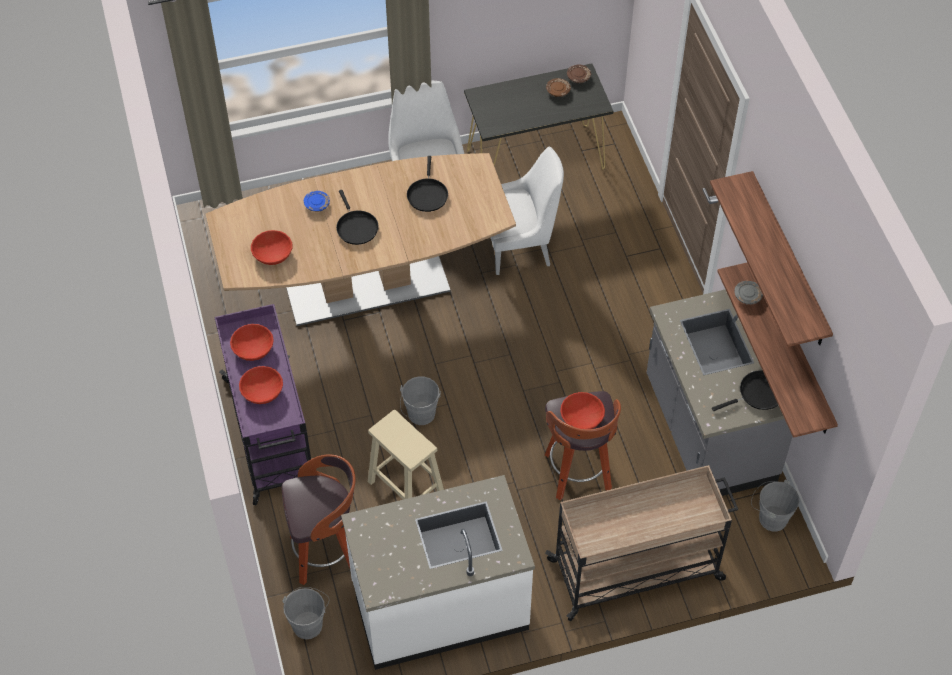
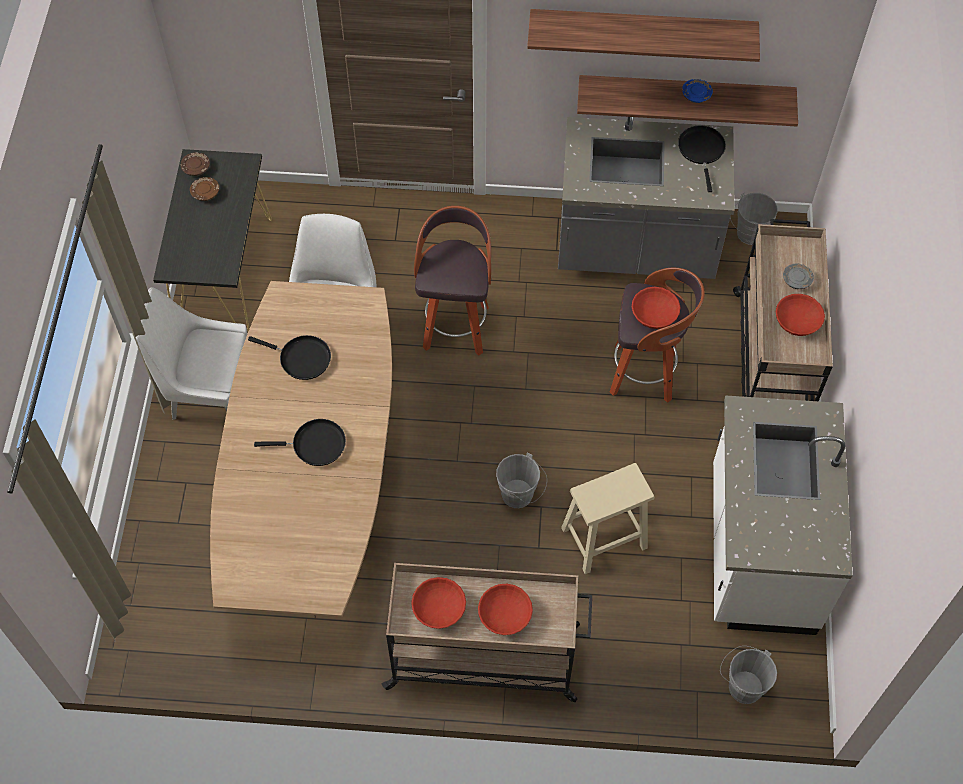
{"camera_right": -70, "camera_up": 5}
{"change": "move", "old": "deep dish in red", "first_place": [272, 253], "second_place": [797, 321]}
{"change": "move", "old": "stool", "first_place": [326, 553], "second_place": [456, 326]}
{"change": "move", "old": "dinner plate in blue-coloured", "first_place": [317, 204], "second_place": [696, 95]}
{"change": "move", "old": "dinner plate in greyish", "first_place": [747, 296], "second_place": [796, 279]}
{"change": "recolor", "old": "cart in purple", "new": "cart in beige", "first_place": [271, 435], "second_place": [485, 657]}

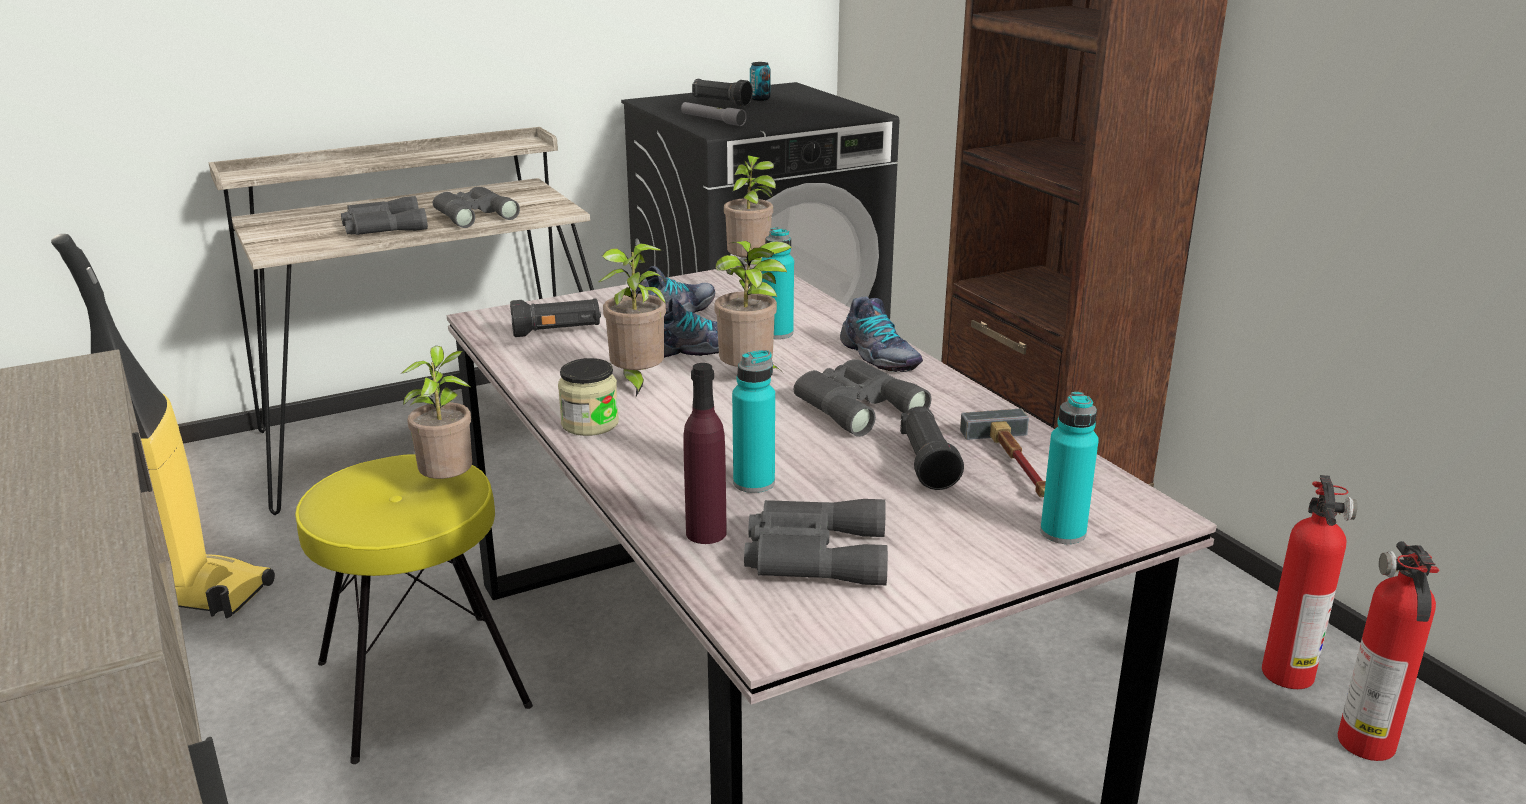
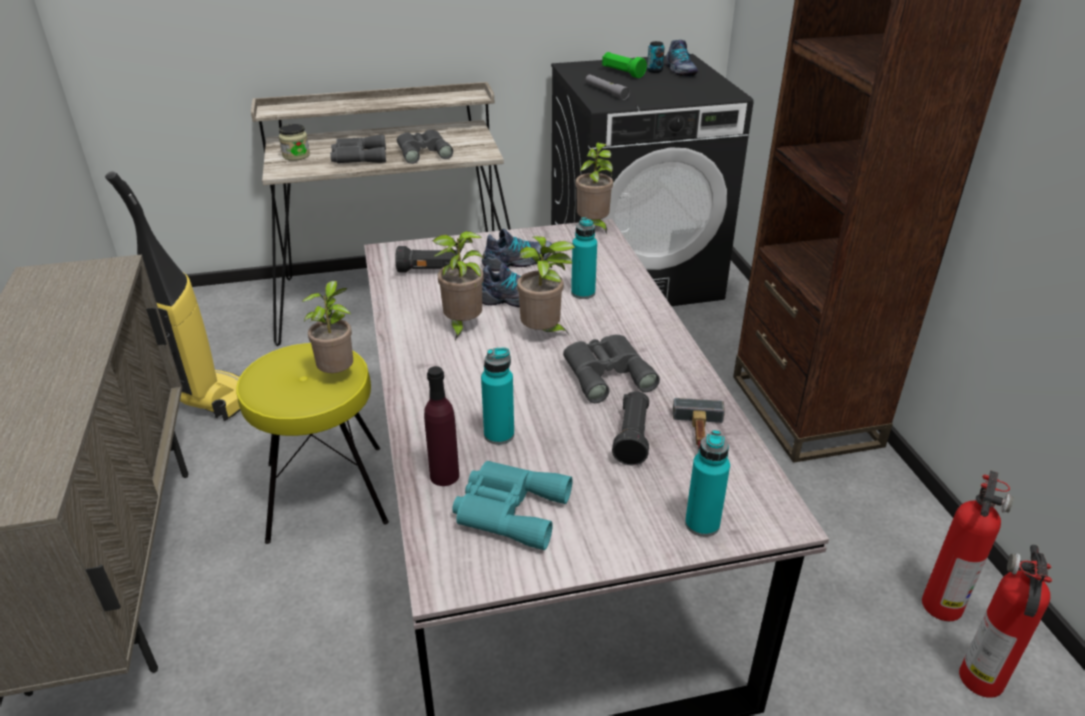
{"camera_right": 15, "camera_up": 10}
{"change": "move", "old": "storage jar", "first_place": [590, 424], "second_place": [296, 155]}
{"change": "move", "old": "item of footwear", "first_place": [878, 356], "second_place": [680, 70]}
{"change": "recolor", "old": "torch in black-coloured", "new": "torch in green", "first_place": [721, 103], "second_place": [622, 73]}
{"change": "recolor", "old": "field glasses in greyish", "new": "field glasses in turquoise", "first_place": [812, 554], "second_place": [508, 509]}

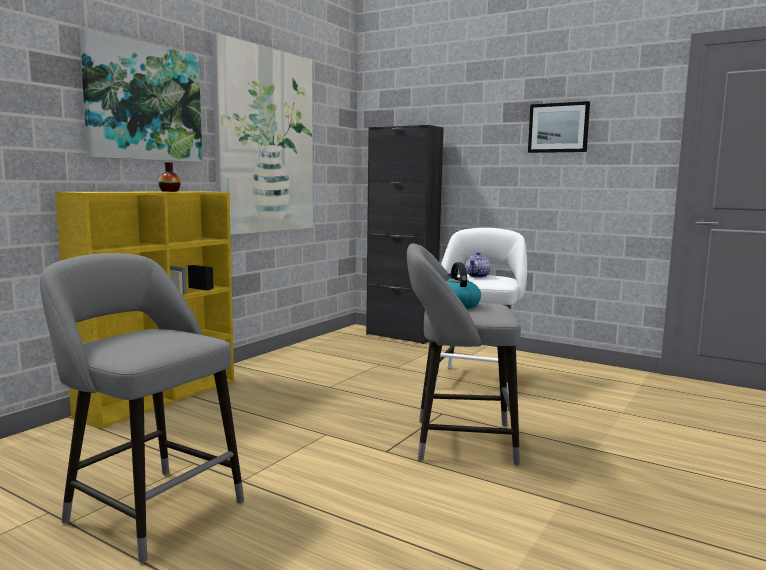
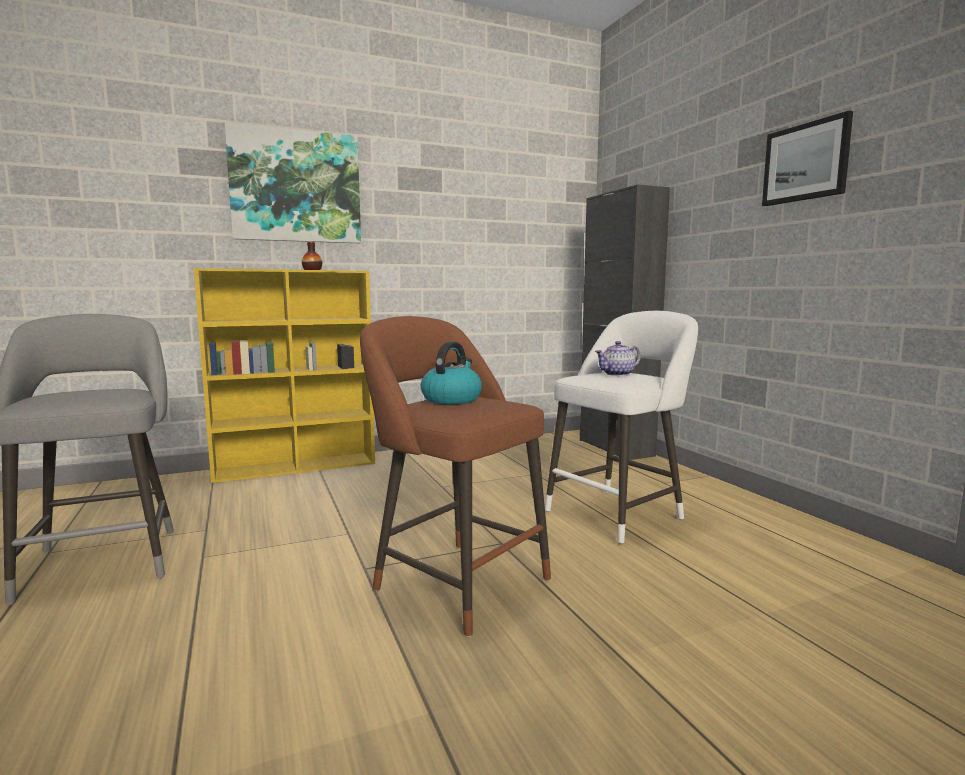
{"camera_right": 35, "camera_up": 0}
{"change": "delete", "old": "wall art", "first_place": [266, 141]}
{"change": "recolor", "old": "stool in greyish", "new": "stool in brown-coloured", "first_place": [457, 442], "second_place": [455, 581]}

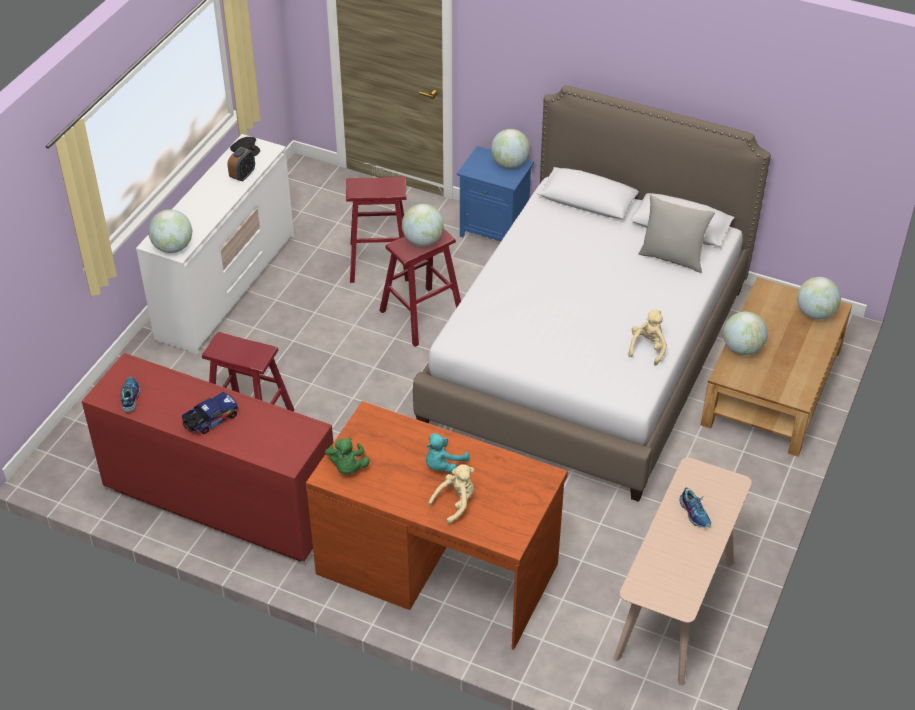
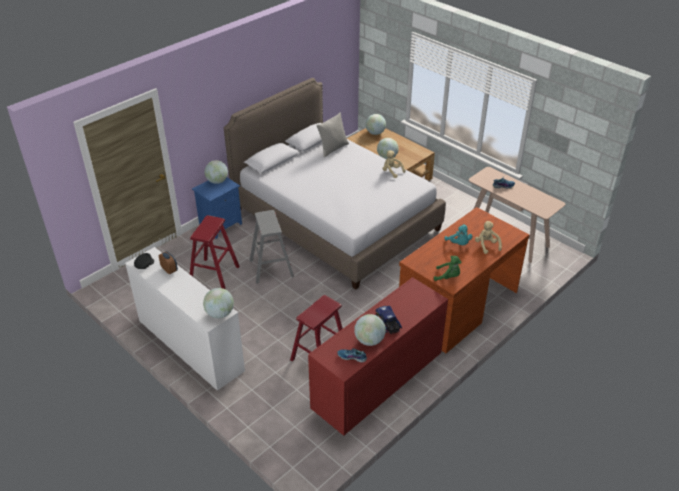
{"camera_right": -70, "camera_up": -5}
{"change": "move", "old": "globe", "first_place": [423, 241], "second_place": [369, 340]}
{"change": "recolor", "old": "stool in red", "new": "stool in greyish", "first_place": [422, 316], "second_place": [271, 268]}

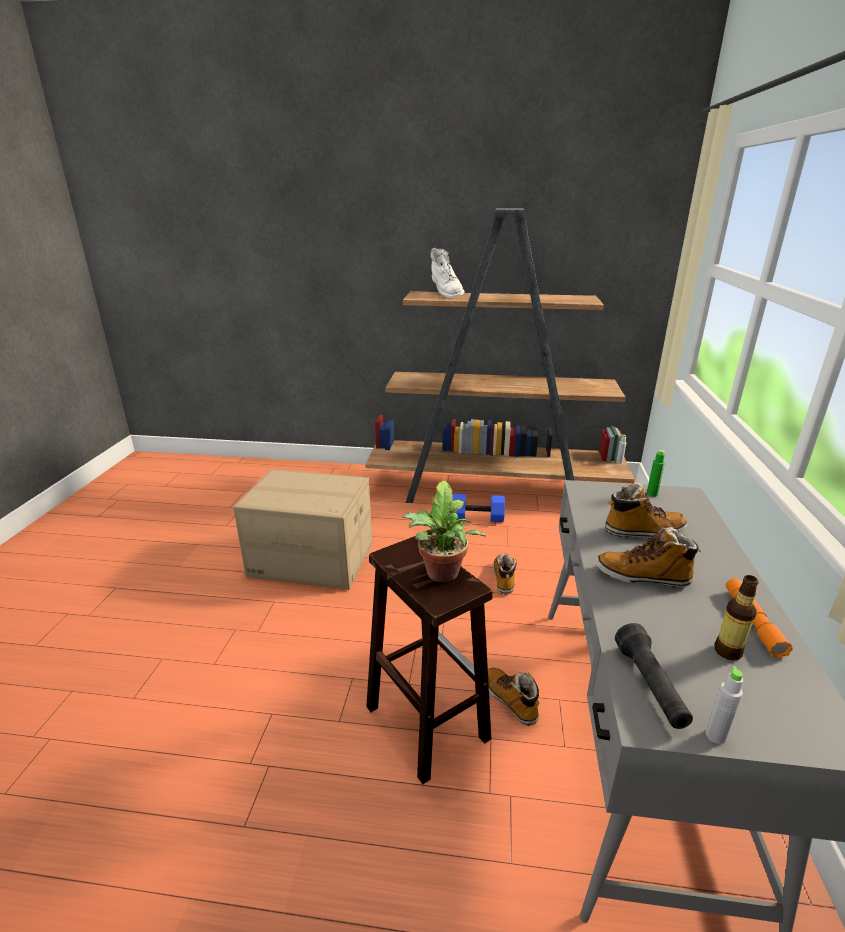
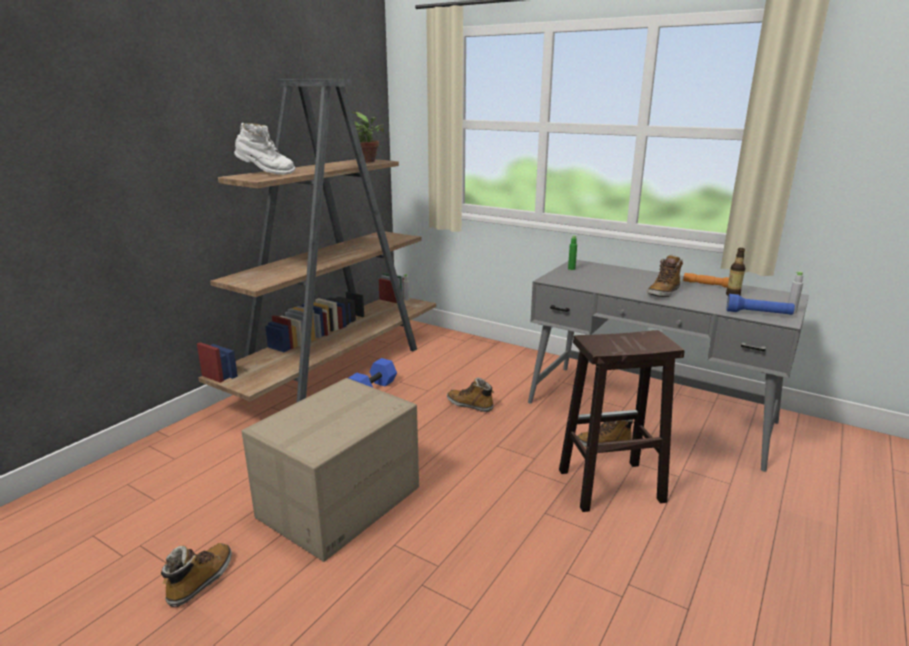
{"camera_right": -65, "camera_up": -5}
{"change": "move", "old": "houseplant", "first_place": [441, 575], "second_place": [368, 161]}
{"change": "move", "old": "tall boot", "first_place": [643, 532], "second_place": [200, 580]}
{"change": "recolor", "old": "torch in black-coloured", "new": "torch in blue-coloured", "first_place": [650, 686], "second_place": [758, 314]}

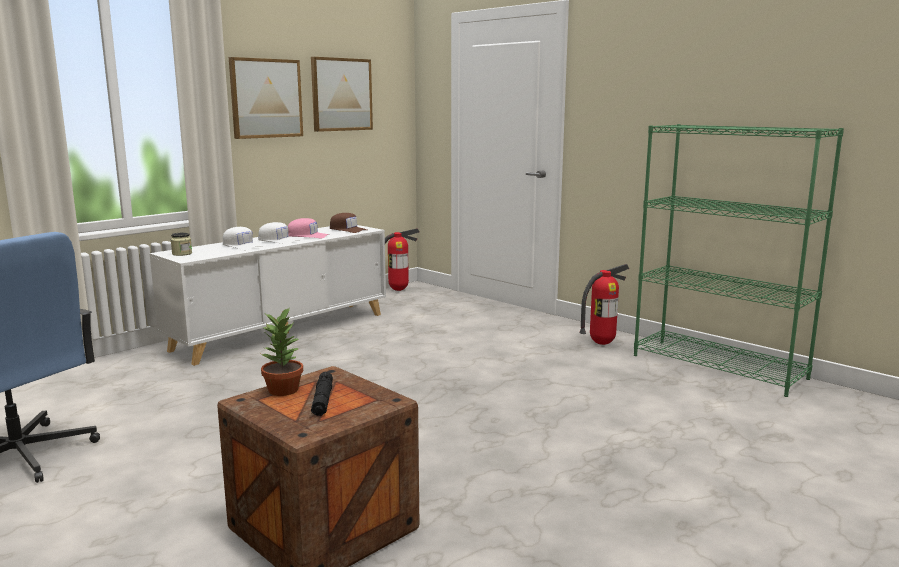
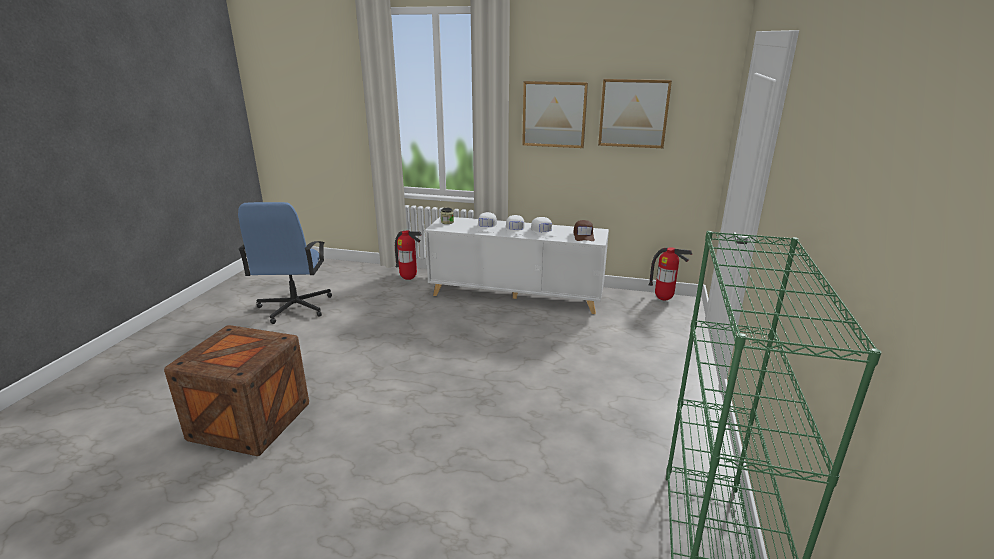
{"camera_right": 60, "camera_up": 10}
{"change": "delete", "old": "houseplant", "first_place": [284, 390]}
{"change": "delete", "old": "torch in black-coloured", "first_place": [322, 400]}
{"change": "move", "old": "fire extinguisher", "first_place": [601, 343], "second_place": [409, 278]}
{"change": "recolor", "old": "peaked cap in pink-coloured", "new": "peaked cap in whitish", "first_place": [307, 236], "second_place": [543, 232]}

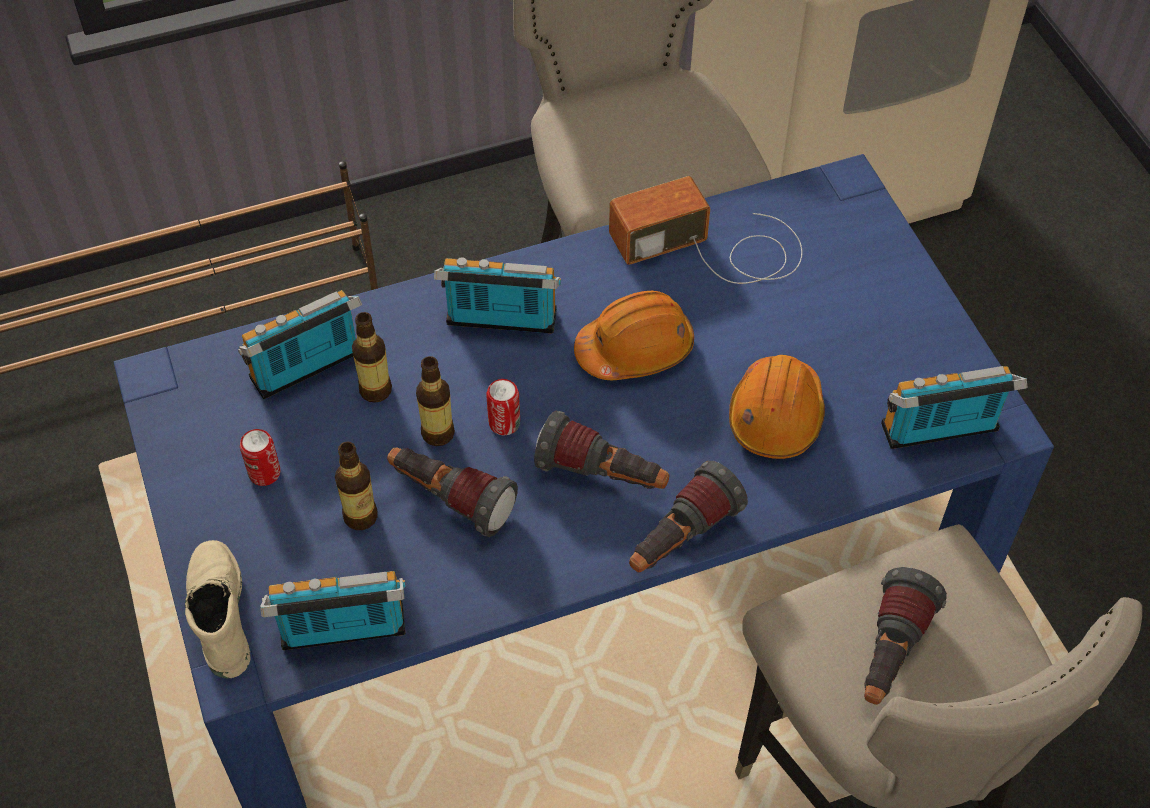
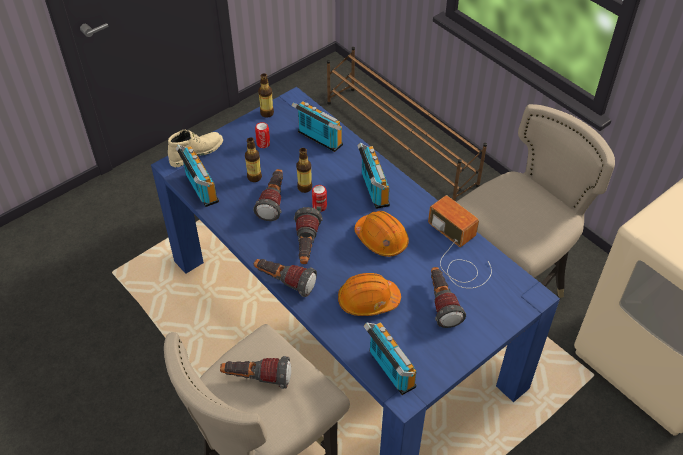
{"camera_right": 70, "camera_up": -5}
{"change": "insert", "new": "torch", "second_place": [441, 303]}
{"change": "move", "old": "beverage bottle", "first_place": [375, 390], "second_place": [267, 113]}

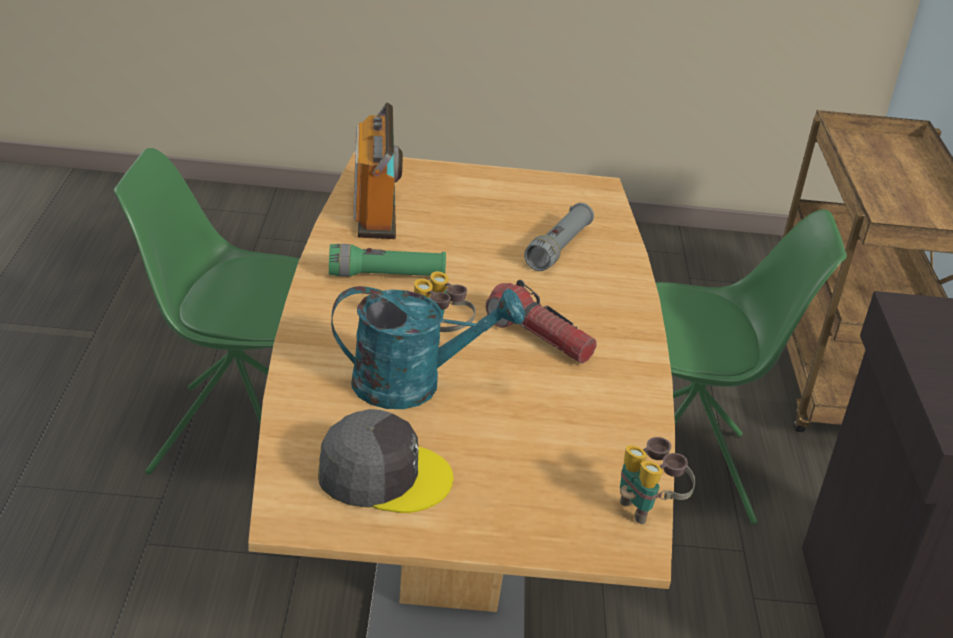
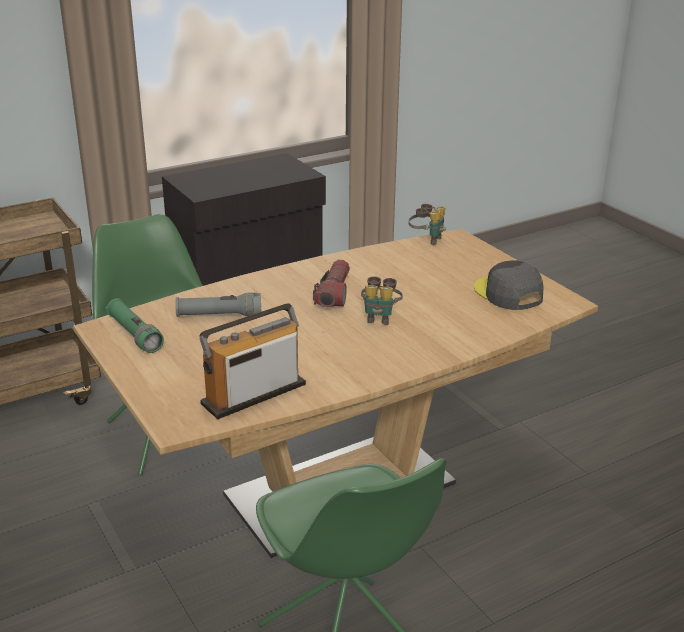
{"camera_right": -120, "camera_up": -5}
{"change": "delete", "old": "sprinkling can in turquoise", "first_place": [413, 384]}
{"change": "move", "old": "torch in green", "first_place": [386, 276], "second_place": [134, 335]}

